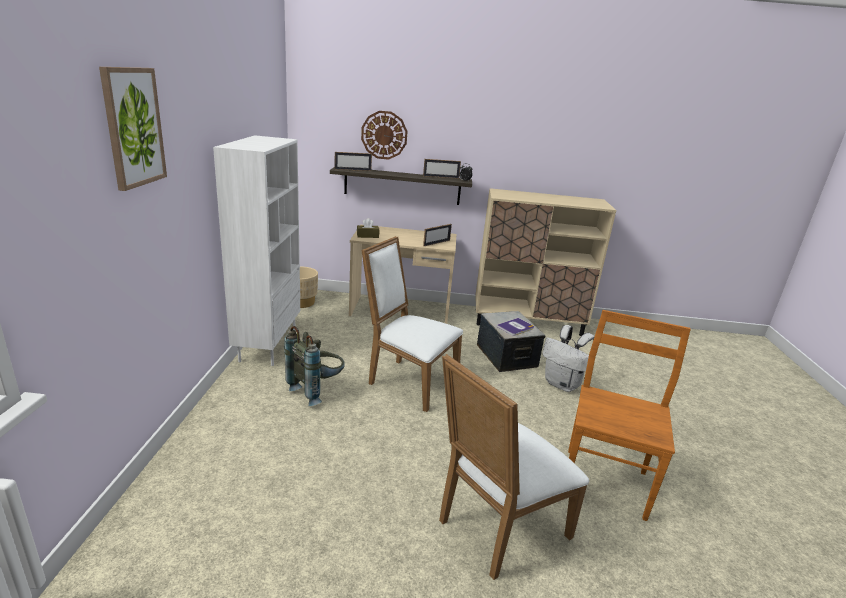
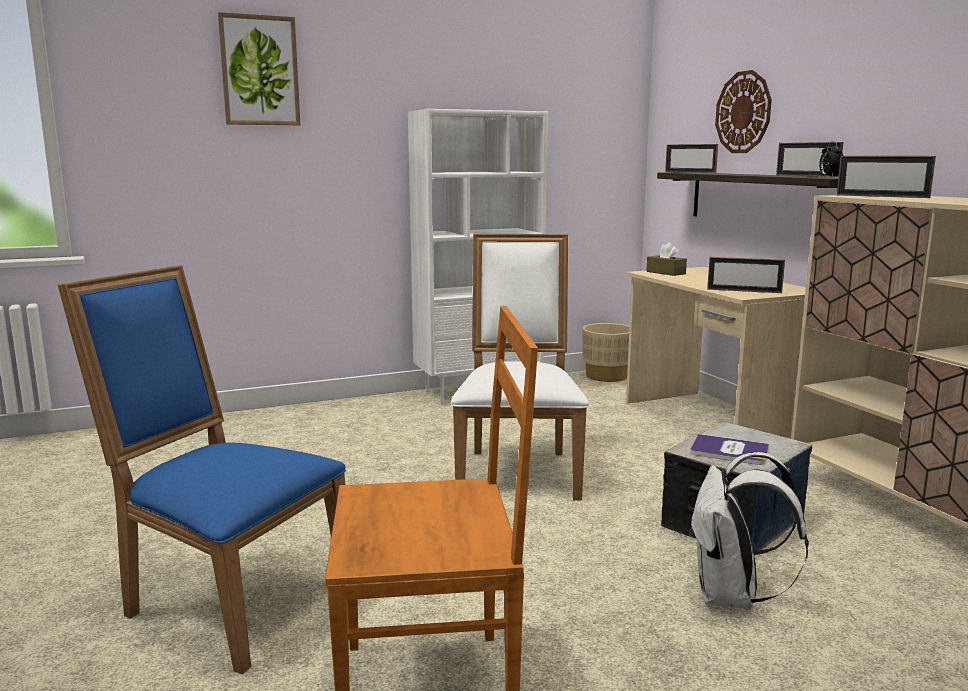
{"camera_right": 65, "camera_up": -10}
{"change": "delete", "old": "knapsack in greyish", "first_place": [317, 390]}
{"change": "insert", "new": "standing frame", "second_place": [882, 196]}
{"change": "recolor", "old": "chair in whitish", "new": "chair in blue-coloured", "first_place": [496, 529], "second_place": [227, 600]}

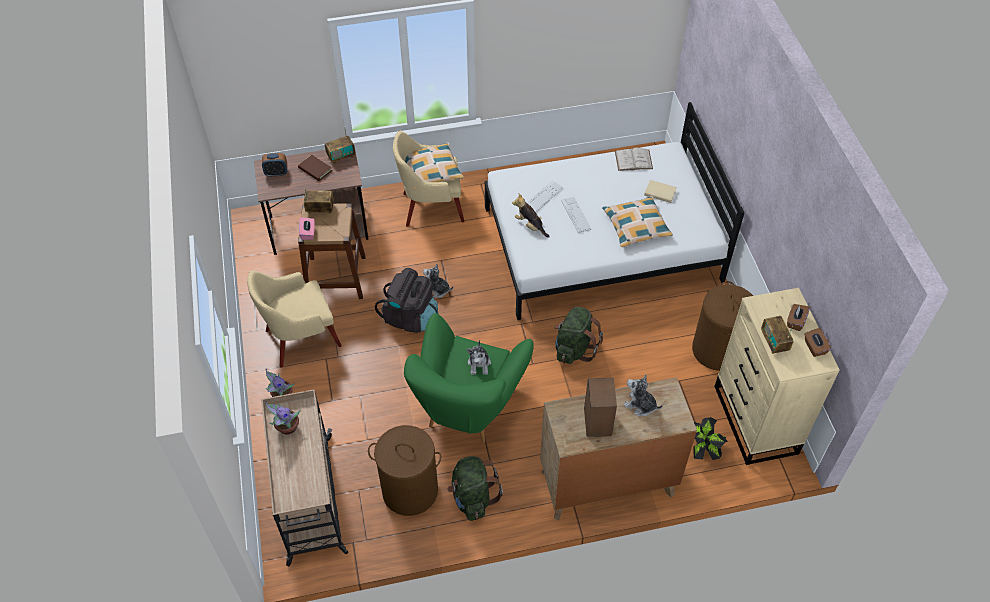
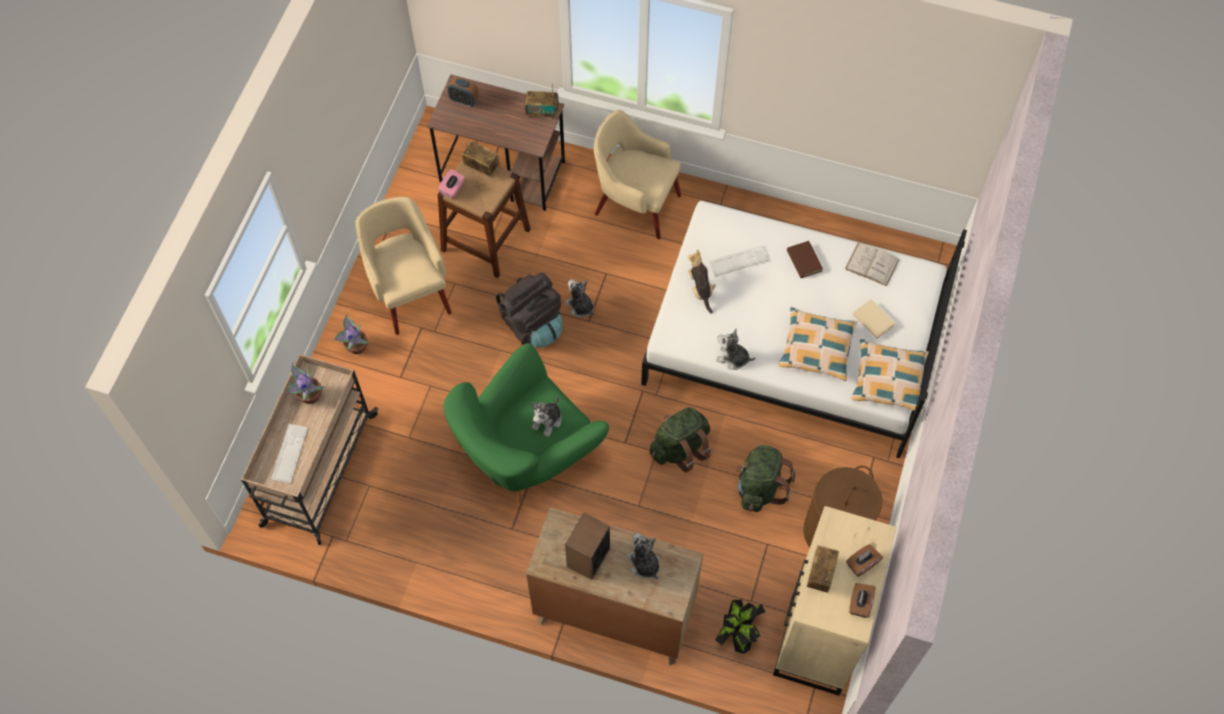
{"camera_right": 30, "camera_up": 10}
{"change": "delete", "old": "washing basket in brown-coloured", "first_place": [409, 491]}
{"change": "insert", "new": "cuddly toy", "second_place": [732, 358]}
{"change": "move", "old": "volume in brown-coloured", "first_place": [315, 169], "second_place": [804, 261]}
{"change": "move", "old": "throw pillow", "first_place": [431, 171], "second_place": [888, 379]}
{"change": "move", "old": "knapsack in green", "first_place": [473, 497], "second_place": [759, 487]}
{"change": "move", "old": "computer keyboard", "first_place": [576, 215], "second_place": [289, 453]}
{"change": "rotate", "old": "armchair in beige", "first_place": [300, 338], "second_place": [410, 292], "degrees": 60}

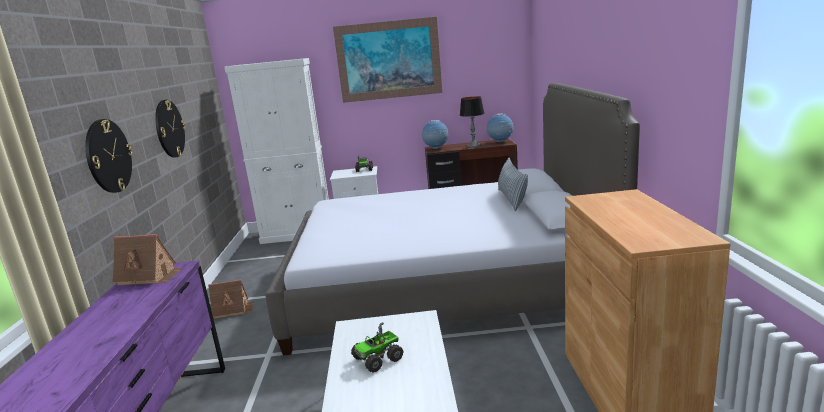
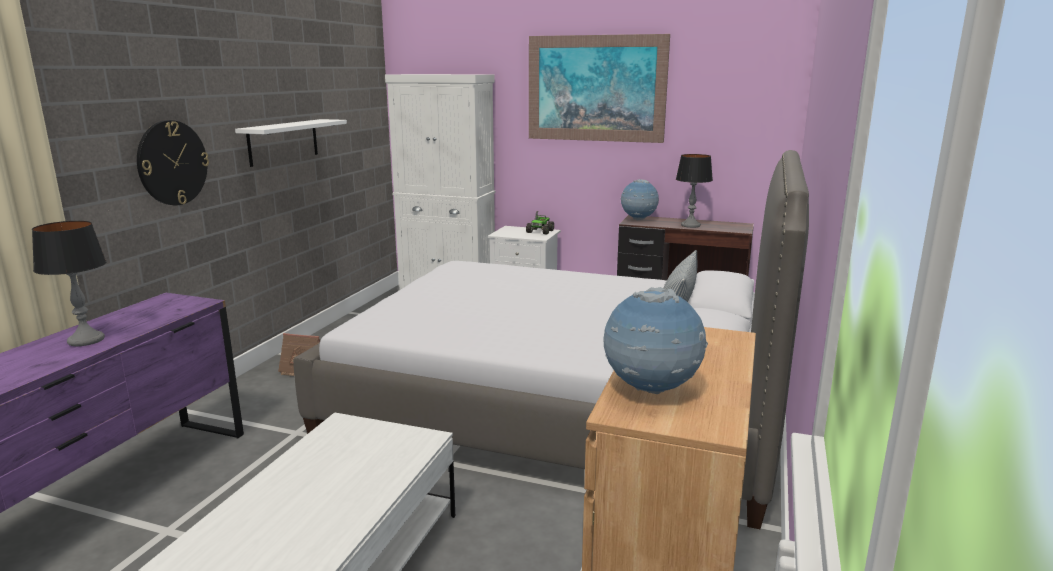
{"camera_right": 20, "camera_up": 0}
{"change": "delete", "old": "miniature house", "first_place": [149, 276]}
{"change": "delete", "old": "toy truck", "first_place": [378, 358]}
{"change": "insert", "new": "table lamp", "second_place": [86, 340]}
{"change": "move", "old": "globe", "first_place": [500, 142], "second_place": [651, 391]}
{"change": "replace", "old": "hanging clock", "new": "shelf in whitish", "first_place": [169, 128], "second_place": [283, 141]}

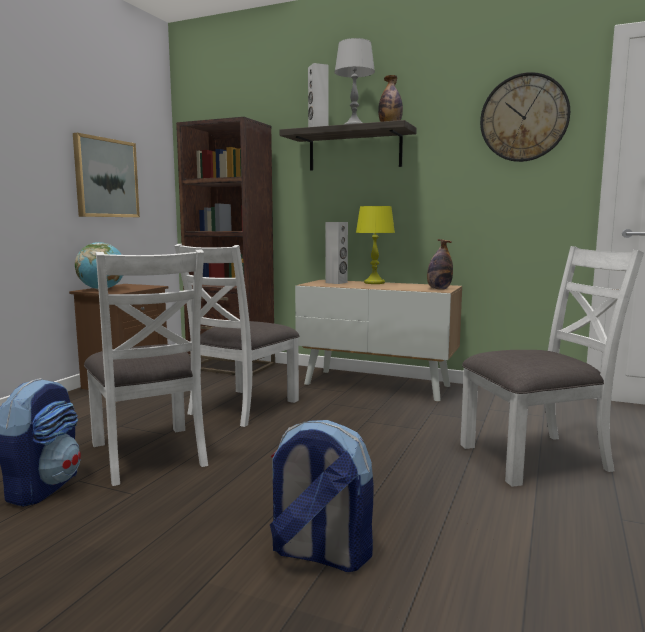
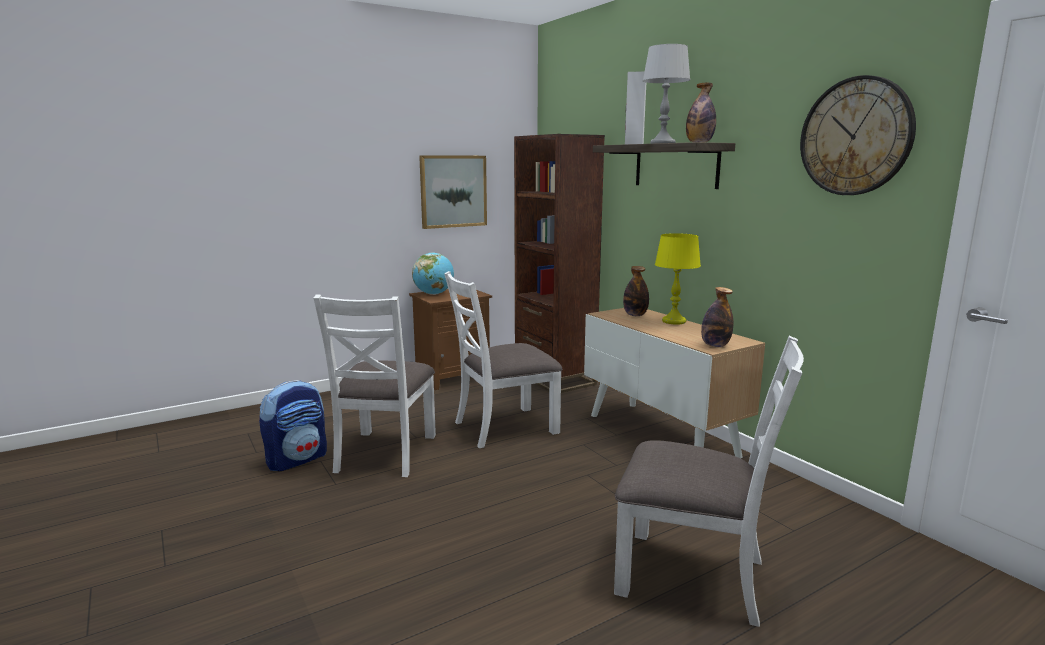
{"camera_right": 35, "camera_up": 5}
{"change": "delete", "old": "knapsack", "first_place": [319, 554]}
{"change": "replace", "old": "loudspeaker in whitish", "new": "beverage bottle", "first_place": [336, 282], "second_place": [635, 315]}

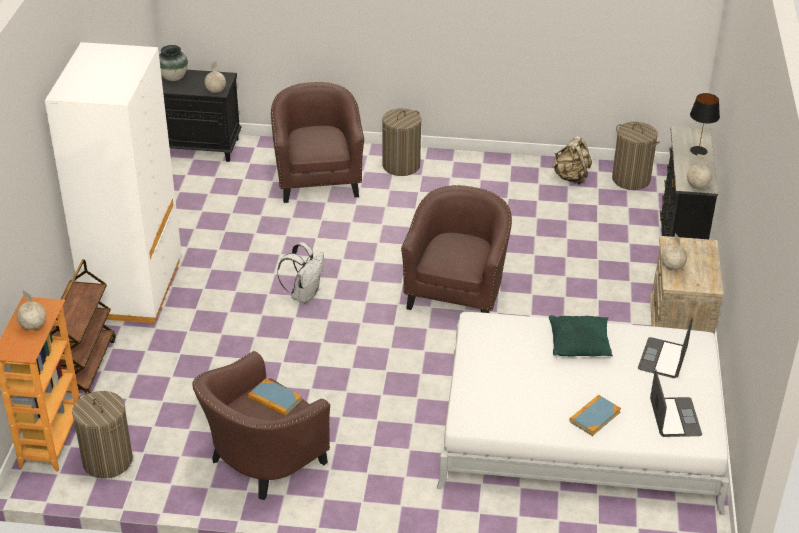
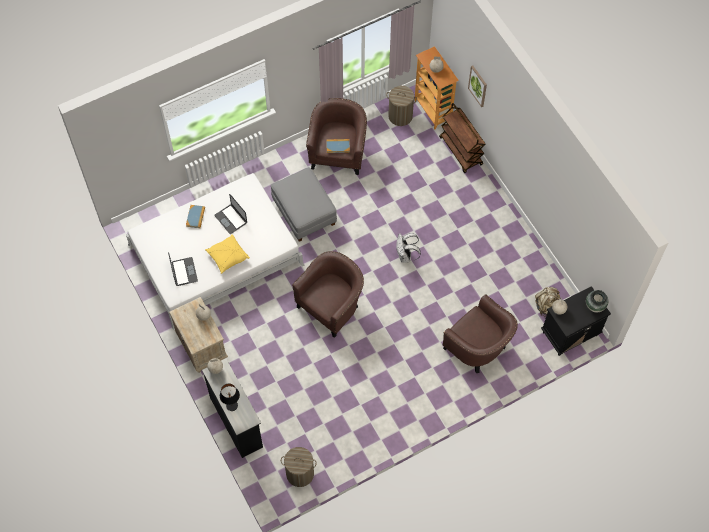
{"camera_right": 145, "camera_up": 25}
{"change": "delete", "old": "clothes cupboard in whitish", "first_place": [134, 289]}
{"change": "delete", "old": "washing basket", "first_place": [401, 165]}
{"change": "insert", "new": "pouffe in greyish", "second_place": [304, 213]}
{"change": "insert", "new": "wall art", "second_place": [478, 86]}
{"change": "move", "old": "knapsack in beige", "first_place": [571, 177], "second_place": [546, 305]}
{"change": "move", "old": "laptop", "first_place": [674, 417], "second_place": [231, 219]}
{"change": "recolor", "old": "throw pillow in green", "new": "throw pillow in yellowish", "first_place": [579, 344], "second_place": [227, 256]}
{"change": "rotate", "old": "armchair in brown-coloured", "first_place": [457, 293], "second_place": [331, 306], "degrees": -120}

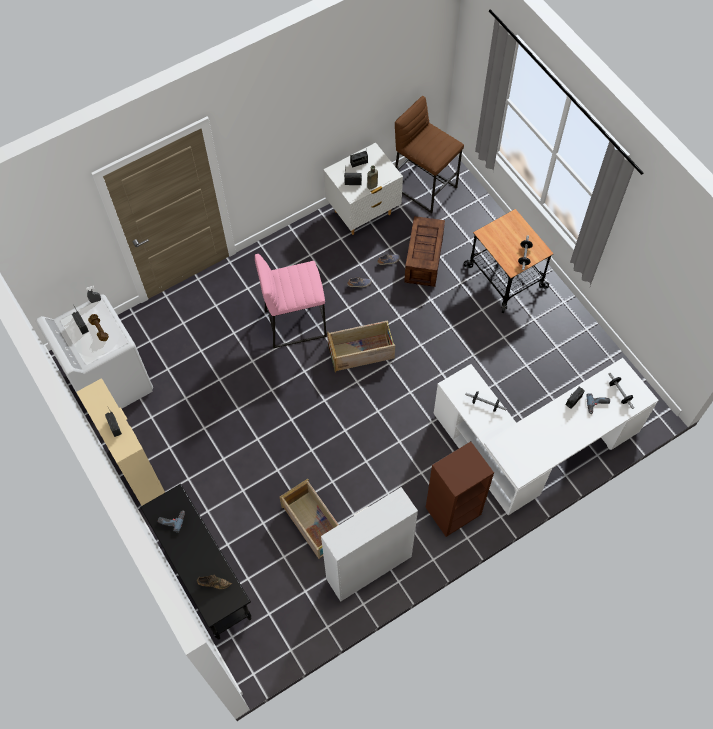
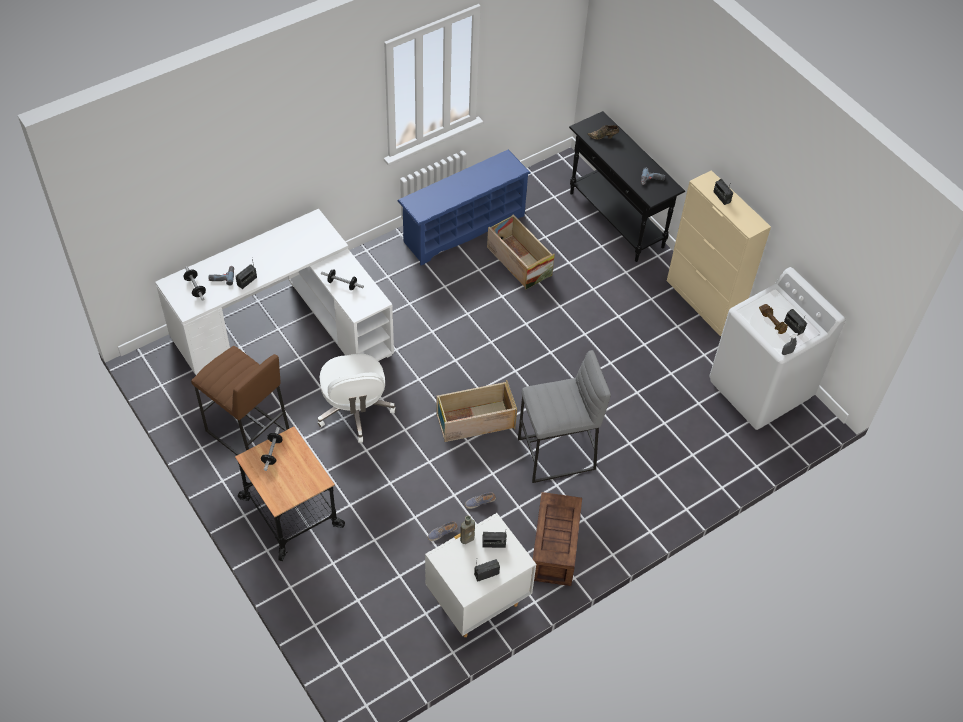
{"camera_right": 175, "camera_up": -10}
{"change": "delete", "old": "bookcase in brown-coloured", "first_place": [453, 511]}
{"change": "insert", "new": "computer chair in whitish", "second_place": [355, 410]}
{"change": "move", "old": "stool in brown-coloured", "first_place": [425, 186], "second_place": [247, 432]}
{"change": "move", "old": "shipping crate", "first_place": [423, 260], "second_place": [554, 547]}
{"change": "replace", "old": "cupboard in whitish", "new": "shoe rack in blue-coloured", "first_place": [368, 568], "second_place": [463, 228]}
{"change": "recolor", "old": "stool in pink-coloured", "new": "stool in greyish", "first_place": [295, 323], "second_place": [556, 454]}

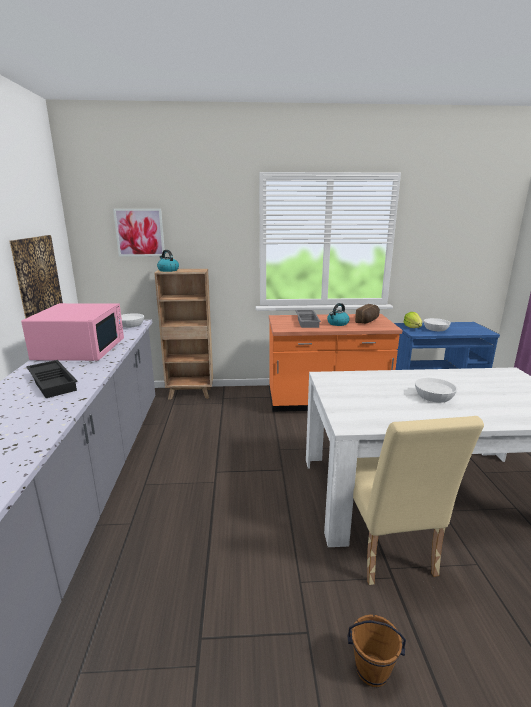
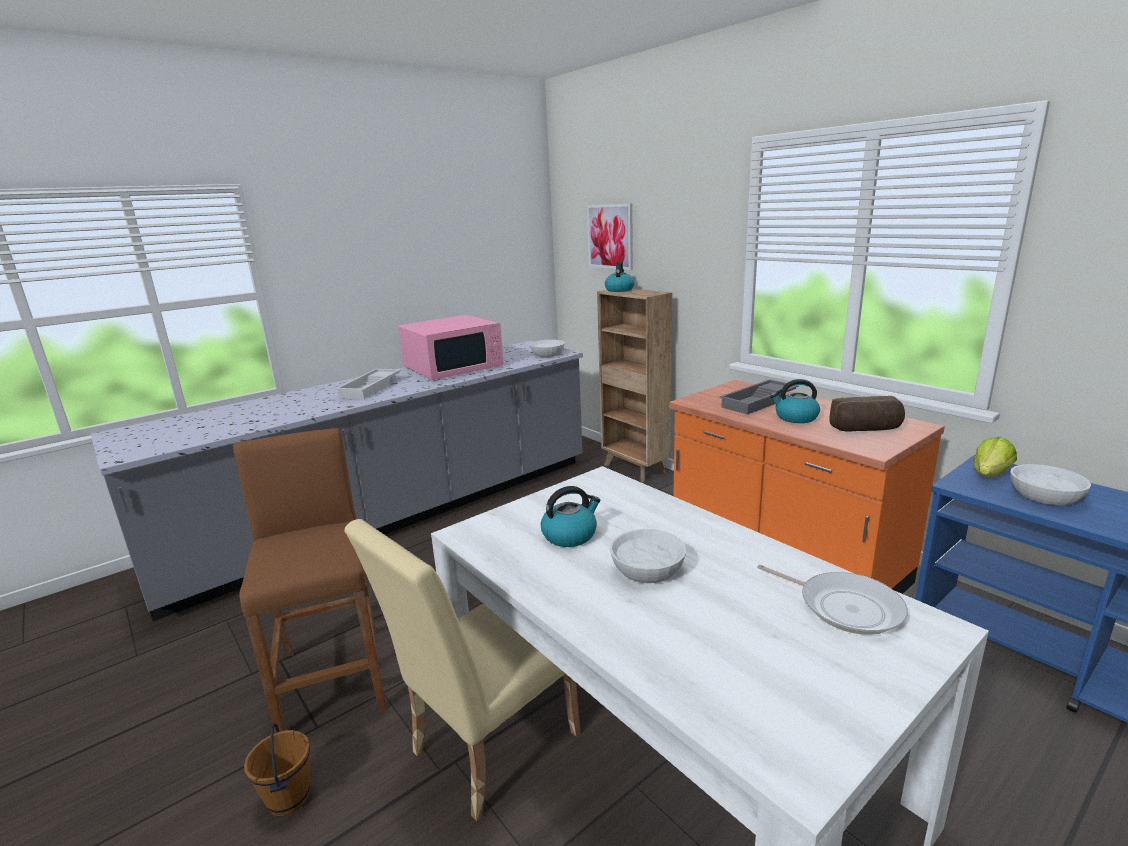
{"camera_right": 55, "camera_up": 0}
{"change": "delete", "old": "wall art", "first_place": [36, 275]}
{"change": "insert", "new": "stool in brown-coloured", "second_place": [333, 679]}
{"change": "insert", "new": "tea kettle", "second_place": [570, 535]}
{"change": "insert", "new": "frying pan", "second_place": [844, 607]}
{"change": "recolor", "old": "tray in black-coloured", "new": "tray in whitish", "first_place": [53, 382], "second_place": [371, 388]}

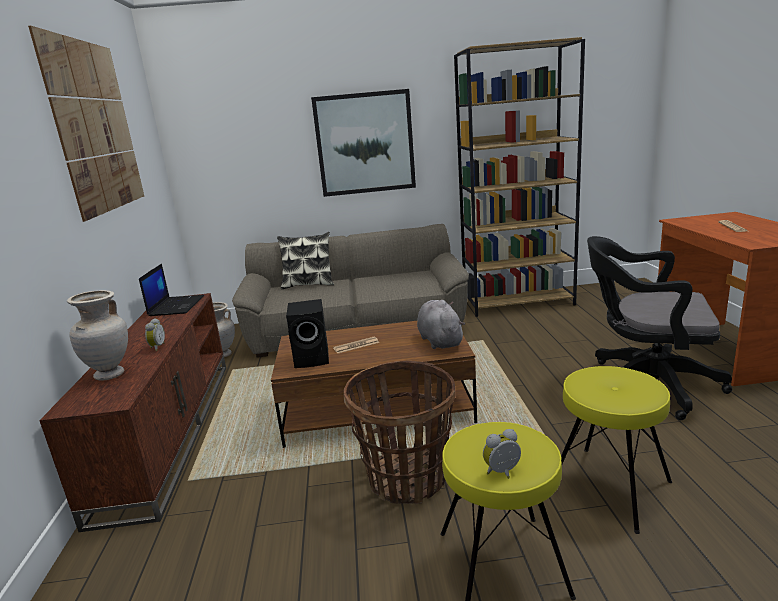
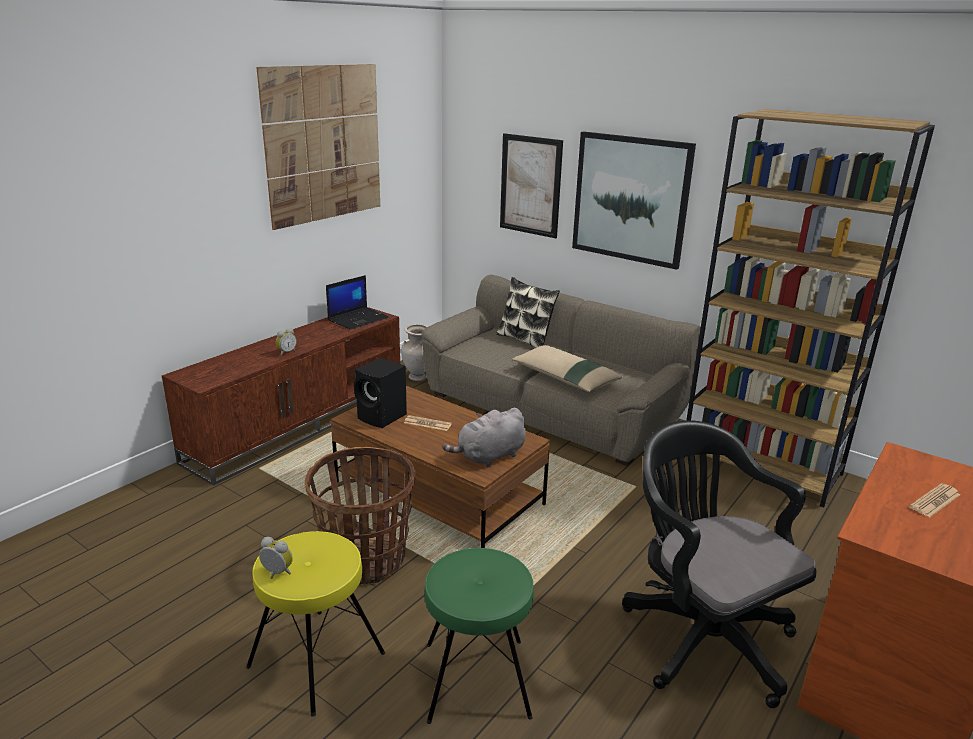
{"camera_right": 40, "camera_up": 5}
{"change": "delete", "old": "vase in beige", "first_place": [111, 375]}
{"change": "insert", "new": "wall art", "second_place": [530, 185]}
{"change": "insert", "new": "throw pillow in beige", "second_place": [565, 378]}
{"change": "recolor", "old": "stool in yellowish", "new": "stool in green", "first_place": [608, 486], "second_place": [477, 678]}
{"change": "rotate", "old": "cuddly toy in greyish", "first_place": [439, 340], "second_place": [489, 456], "degrees": -150}

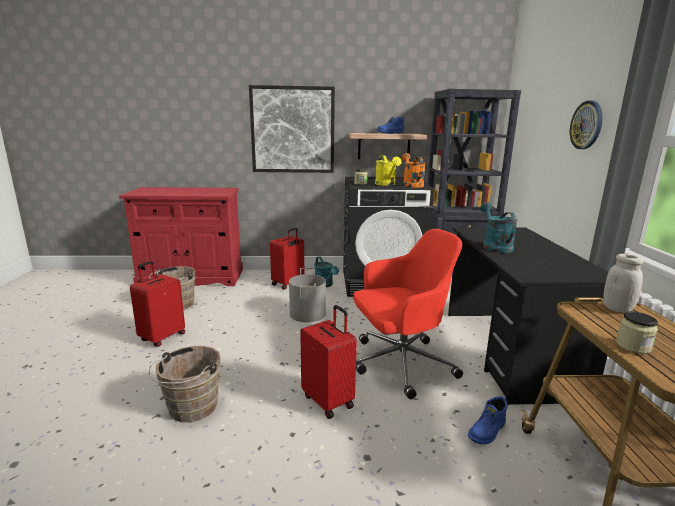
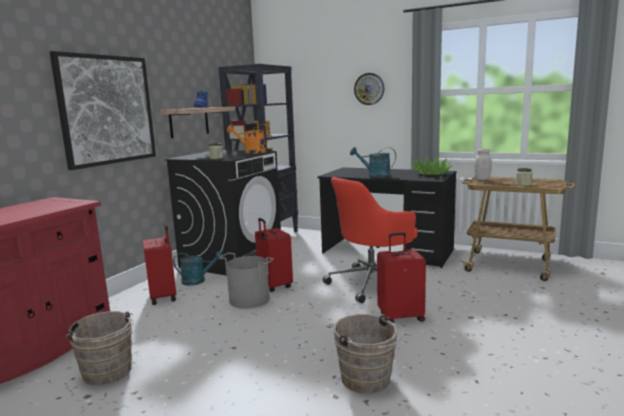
{"camera_right": -60, "camera_up": -5}
{"change": "delete", "old": "sprinkling can in yellowish", "first_place": [387, 184]}
{"change": "delete", "old": "tall boot in blue-coloured", "first_place": [487, 432]}
{"change": "insert", "new": "houseplant", "second_place": [431, 174]}
{"change": "move", "old": "suitcase in red", "first_place": [162, 337], "second_place": [274, 286]}
{"change": "rotate", "old": "computer chair in red", "first_place": [400, 364], "second_place": [373, 283], "degrees": -135}

